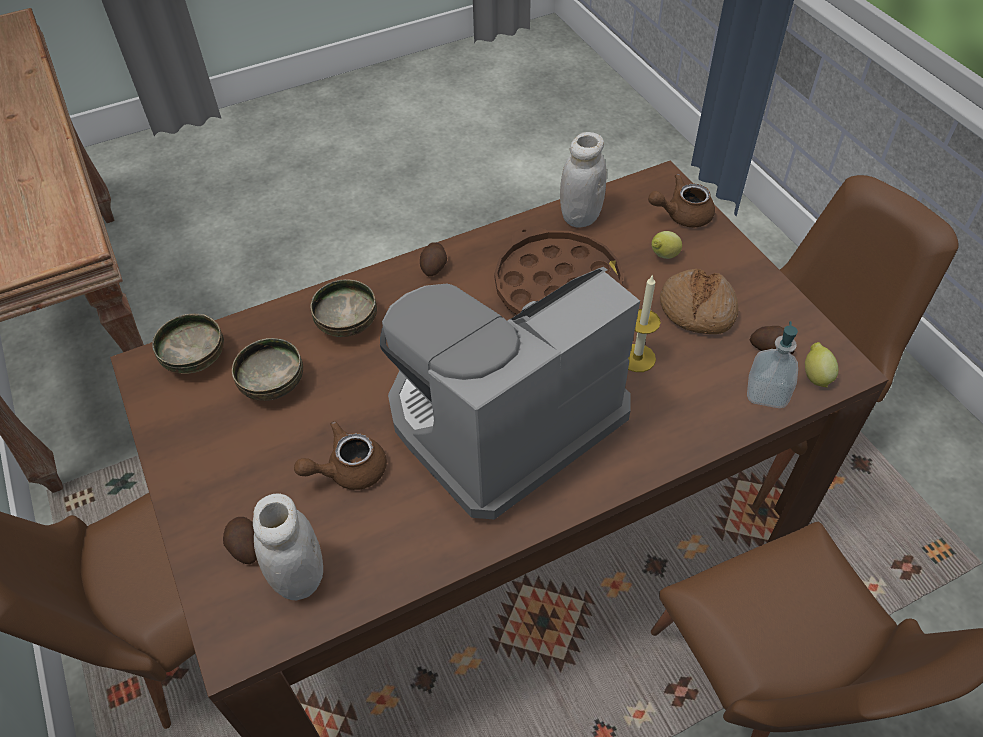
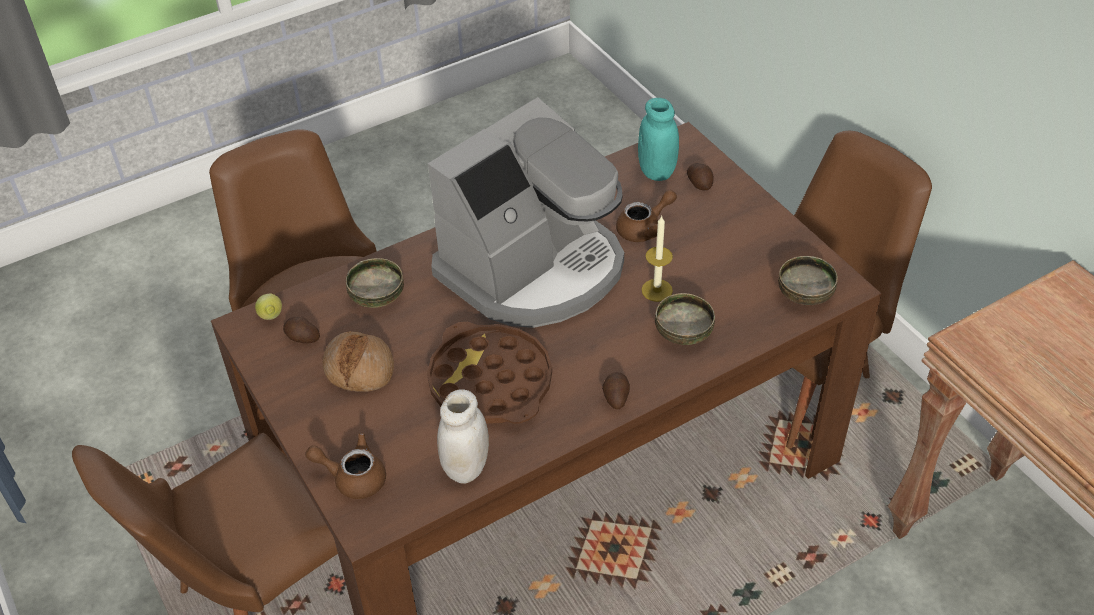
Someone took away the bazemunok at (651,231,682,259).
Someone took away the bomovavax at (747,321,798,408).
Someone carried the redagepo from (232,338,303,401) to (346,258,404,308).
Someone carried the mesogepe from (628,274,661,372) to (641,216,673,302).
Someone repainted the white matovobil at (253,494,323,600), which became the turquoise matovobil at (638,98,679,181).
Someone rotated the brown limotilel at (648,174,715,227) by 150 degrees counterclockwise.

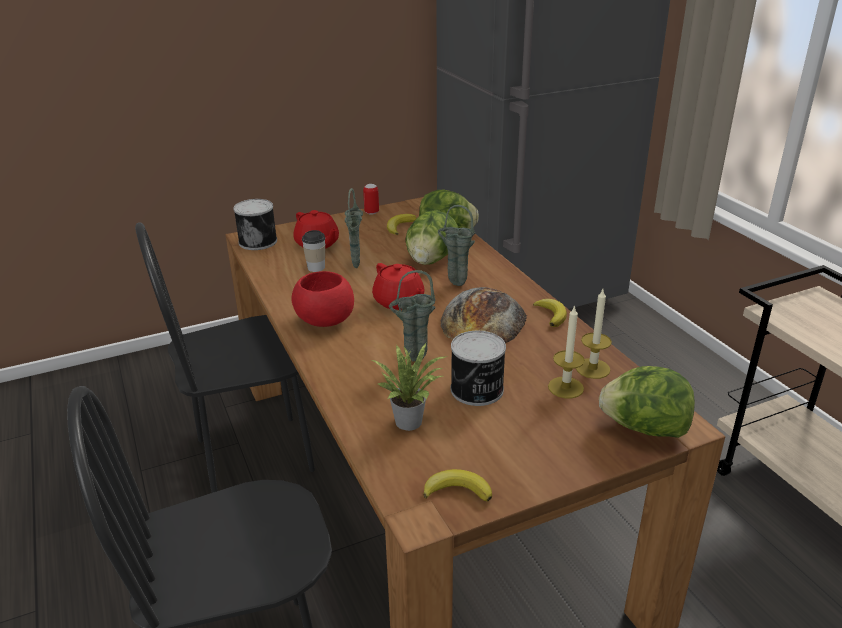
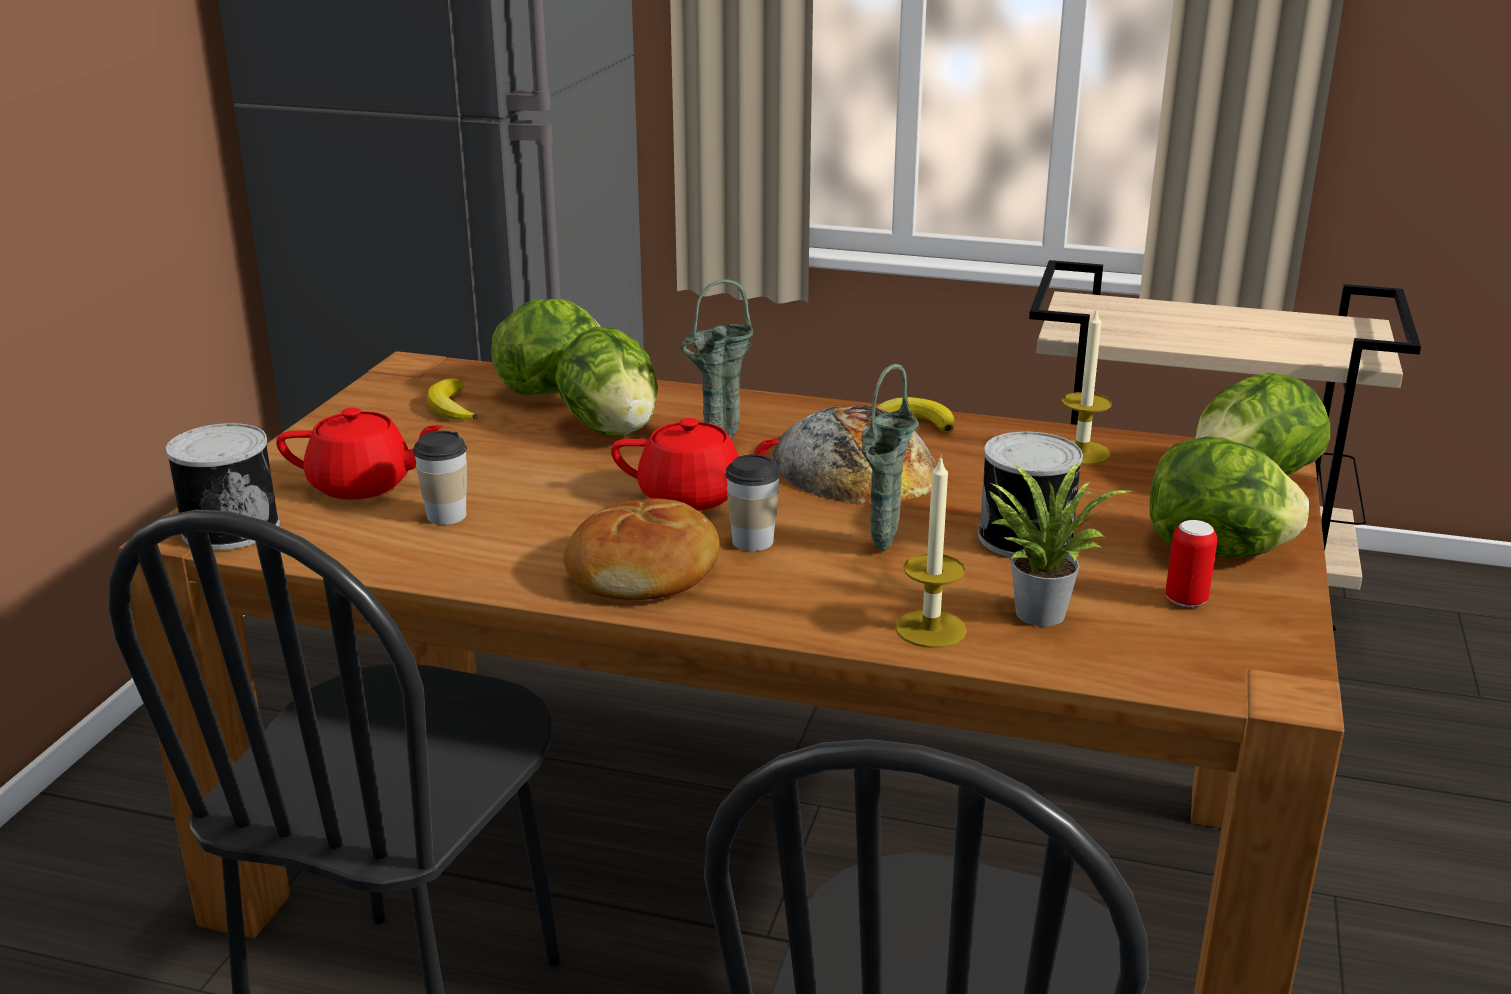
Someone took away the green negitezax at (345,188,363,268).
Someone took away the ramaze at (423,469,492,502).
Someone put down the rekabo at (725,454,781,551).
Someone put down the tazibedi at (1150,436,1309,558).
Someone carried the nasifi from (363,184,379,214) to (1166,520,1217,607).
Someone carried the mesogepe from (548,305,585,398) to (895,455,967,648).
Someone swapped the red redagepo at (291,271,354,327) for the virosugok at (564,498,720,600).

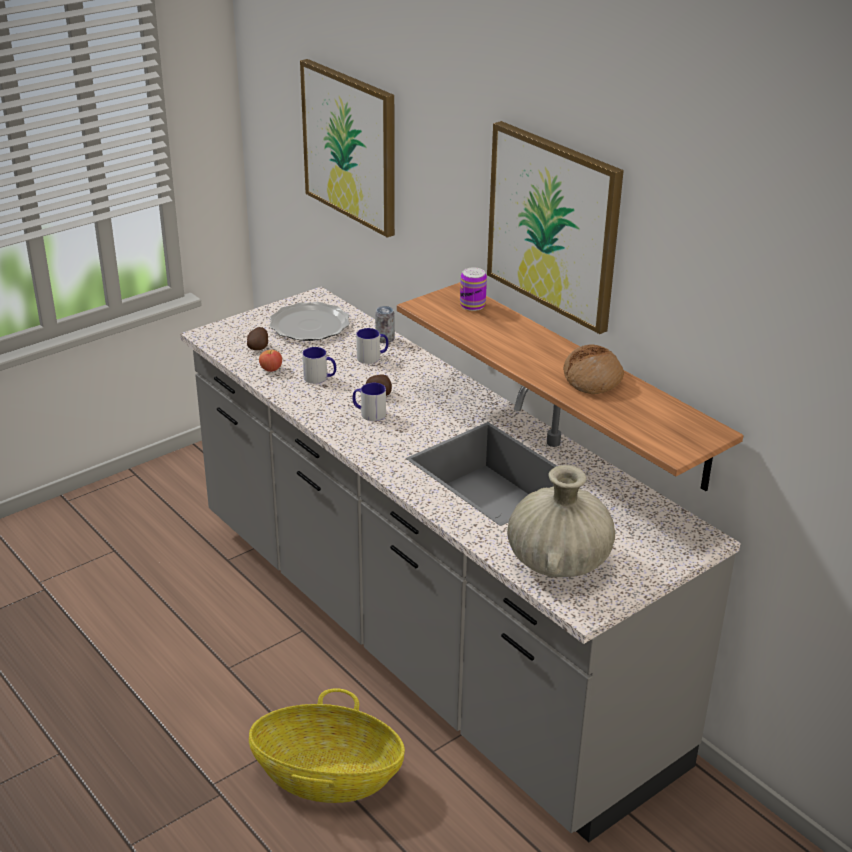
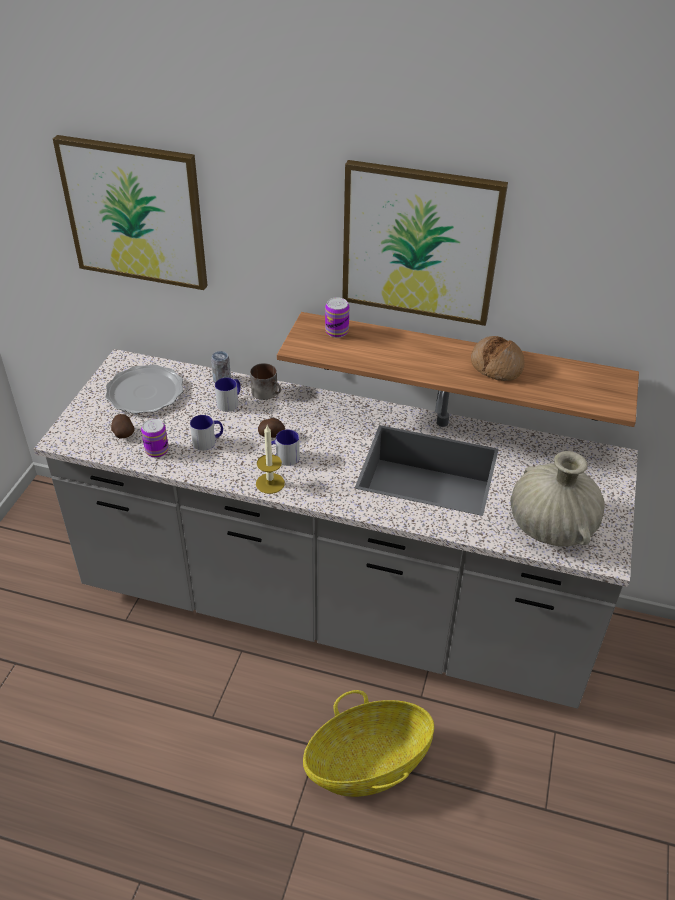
Someone put down the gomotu at (250,363,281,400).
Someone put down the mesogepe at (256,425,285,494).
Someone swapped the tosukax at (259,350,282,372) for the nasifi at (141,419,169,458).

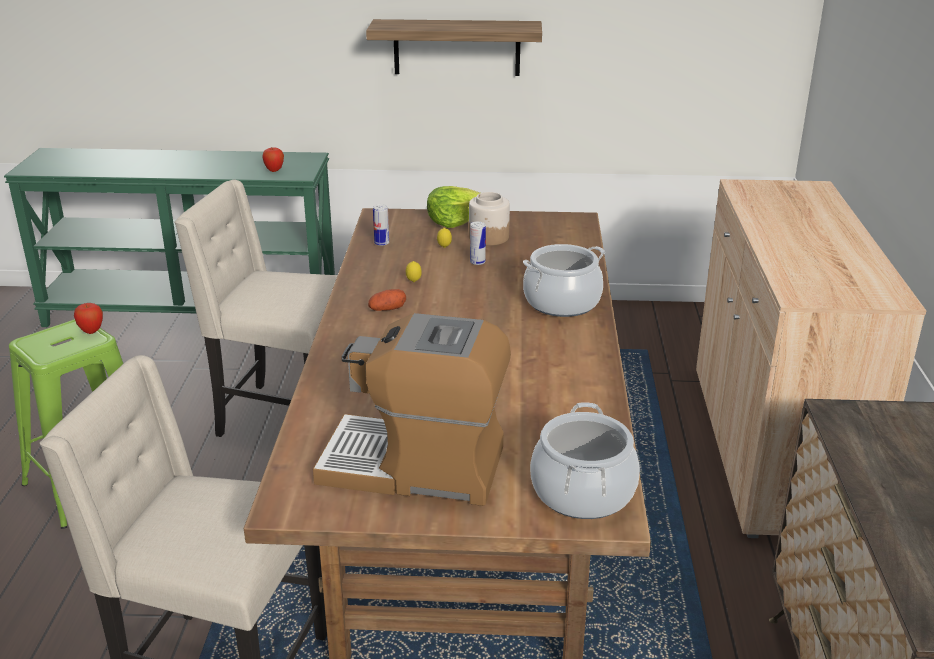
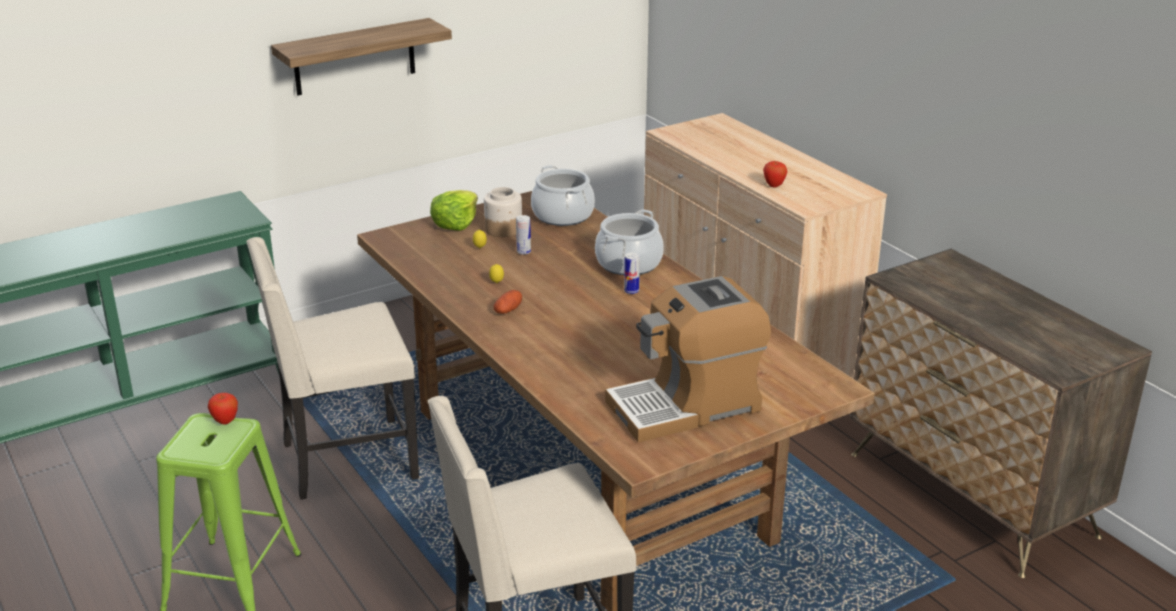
Someone carried the tosukax from (262,148,284,172) to (763,161,787,188).
Someone carried the nasifi from (373,204,389,246) to (624,252,640,294).
Someone carried the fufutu from (530,402,640,519) to (531,165,595,226).

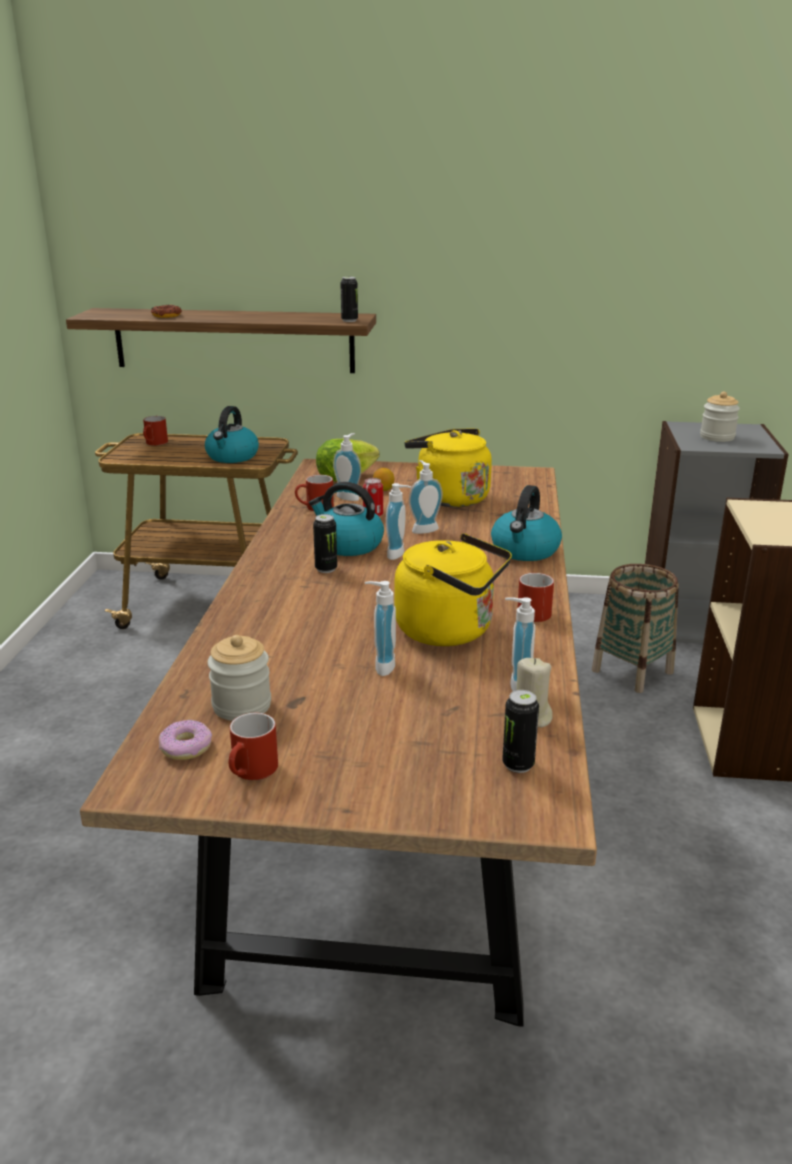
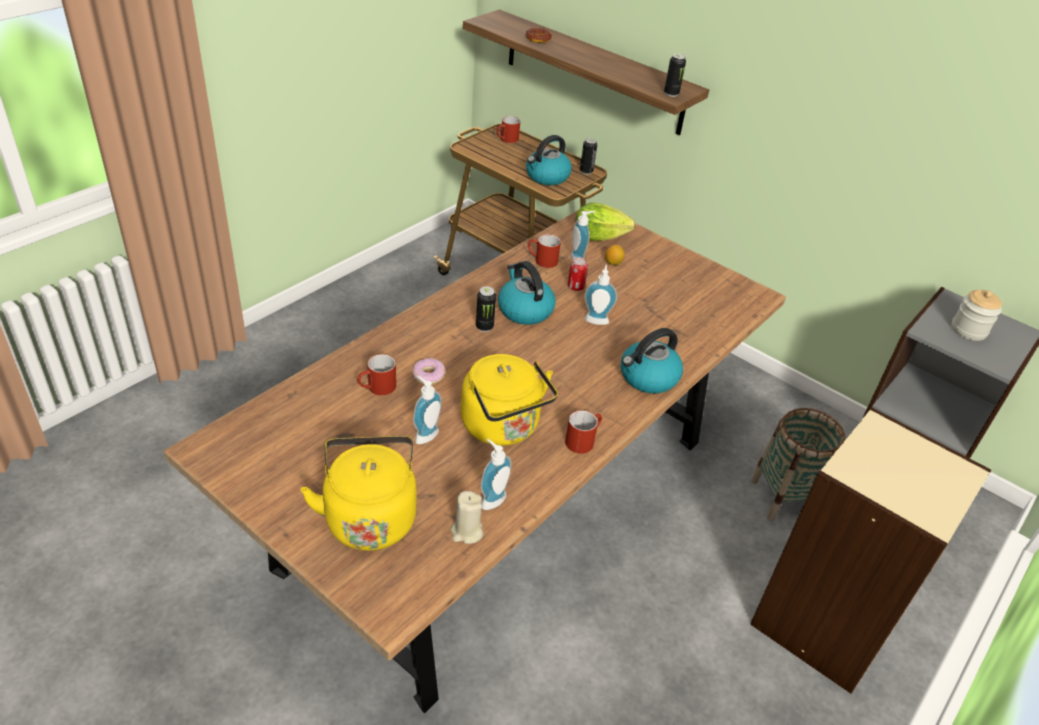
Someone took away the matovobil at (208,635,271,721).
Someone took away the bomovavax at (386,483,411,560).
Someone carried the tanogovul from (159,720,212,760) to (412,358,445,384).
Someone carried the red gomotu from (228,713,278,780) to (357,354,396,396).
Someone carried the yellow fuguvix from (405,429,492,507) to (301,436,416,551).
Someone carried the nasifi from (502,690,539,773) to (580,138,597,175).

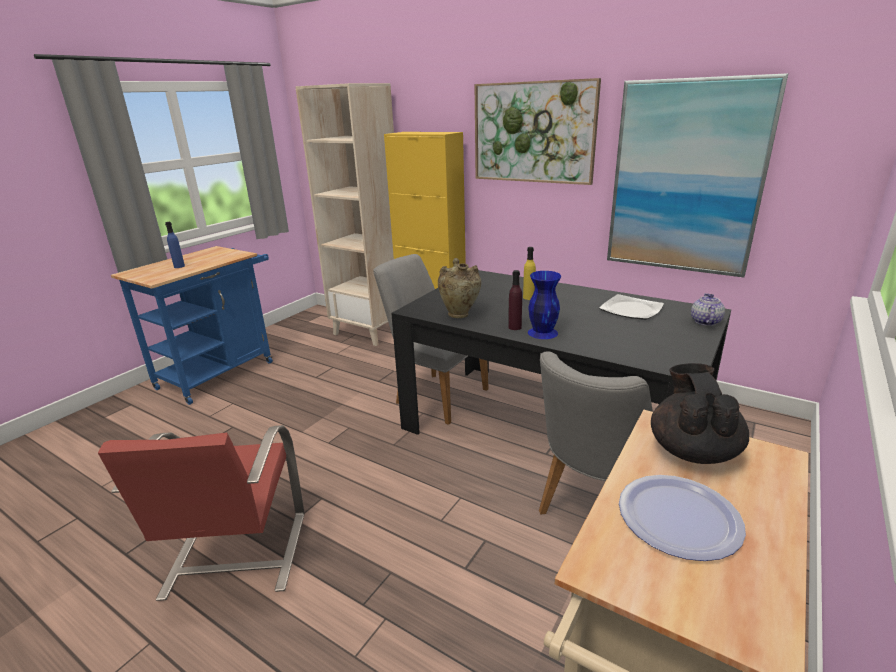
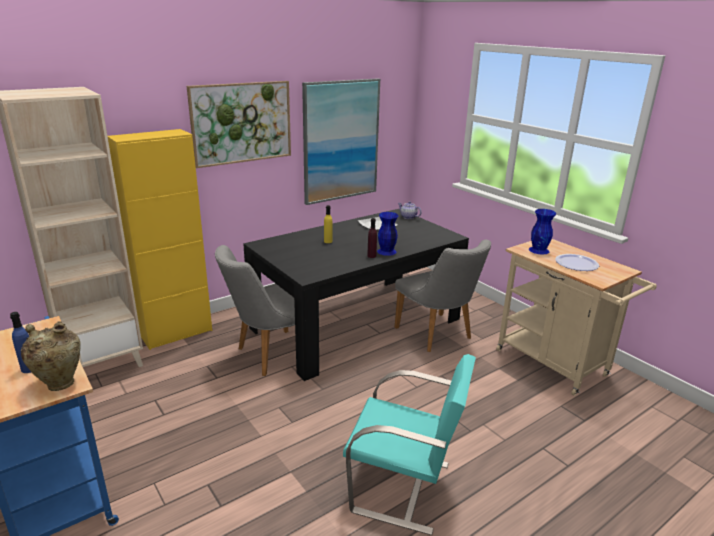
Someone carried the beige negitezax from (438,258,481,318) to (21,321,81,391).
Someone swapped the black limotilel at (651,363,749,464) for the blue negitezax at (529,209,556,254).
Someone repainted the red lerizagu at (98,425,304,601), which became the turquoise lerizagu at (343,354,476,536).

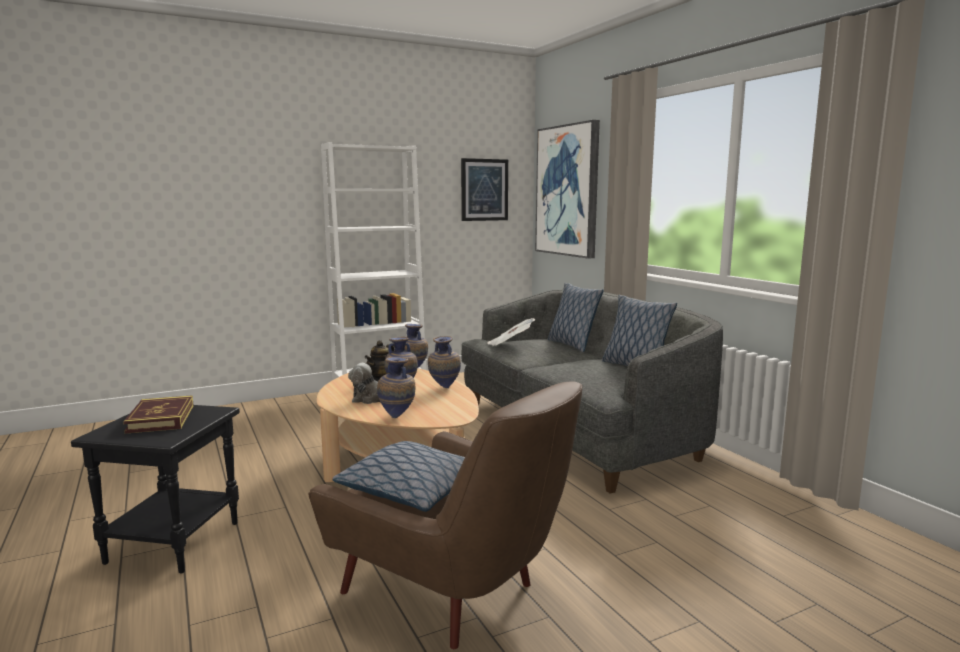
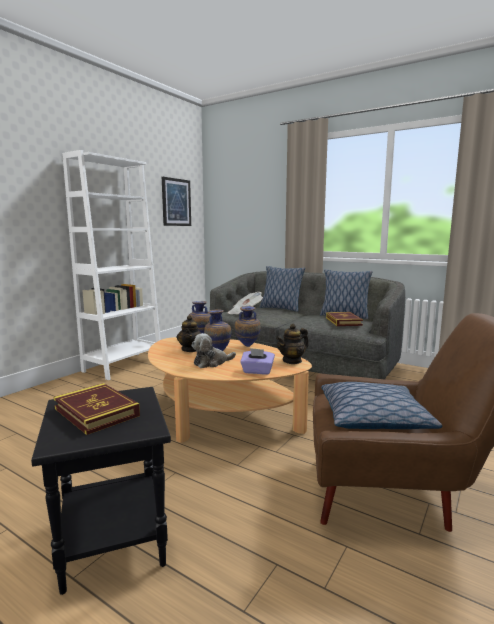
Someone took away the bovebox at (535,120,600,259).
Someone put down the limotilel at (276,324,309,364).
Someone put down the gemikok at (326,312,363,326).
Someone swapped the negitezax at (377,357,415,418) for the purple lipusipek at (240,348,275,375).

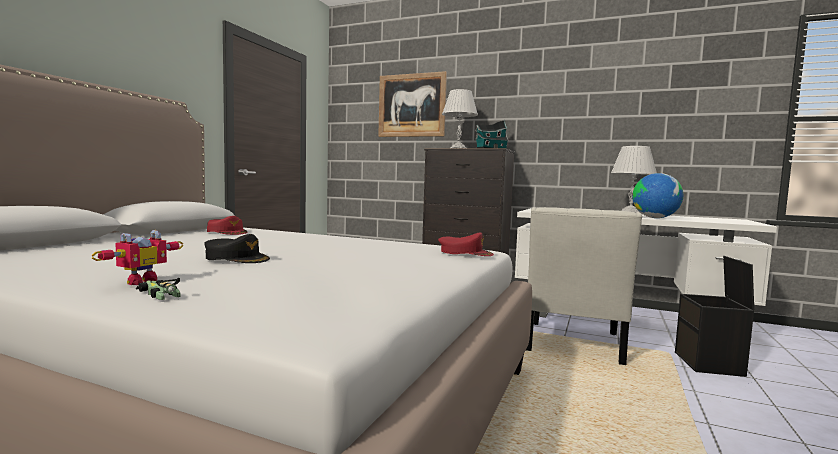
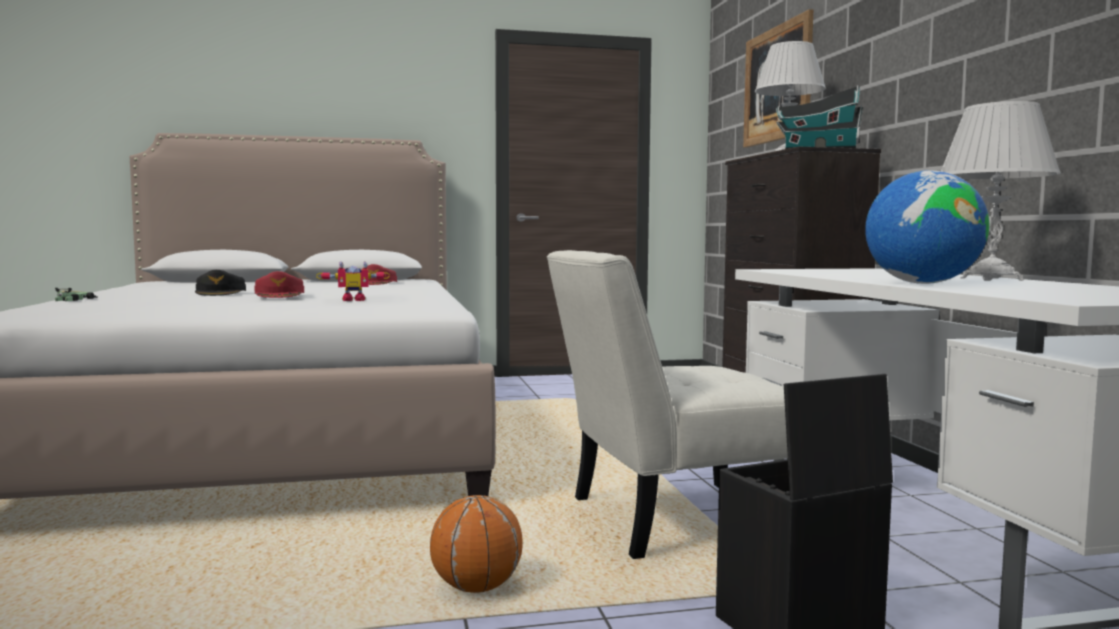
Someone put down the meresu at (430,495,523,593).
Someone carried the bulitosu from (91,230,183,285) to (316,262,390,301).
Someone carried the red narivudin from (438,233,494,256) to (254,271,304,298).

